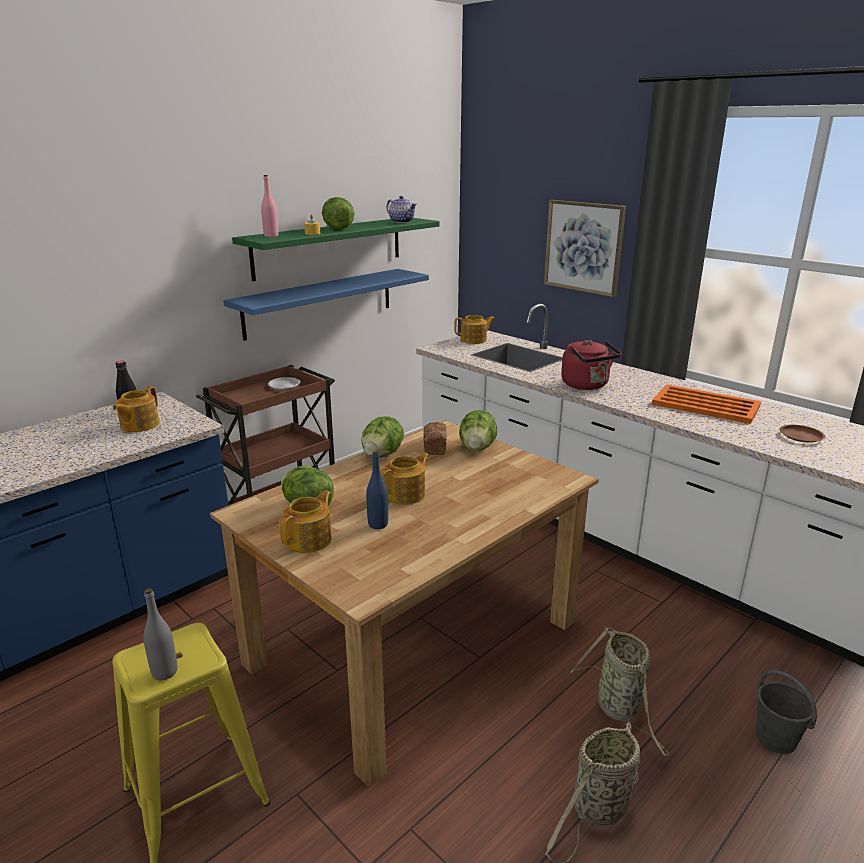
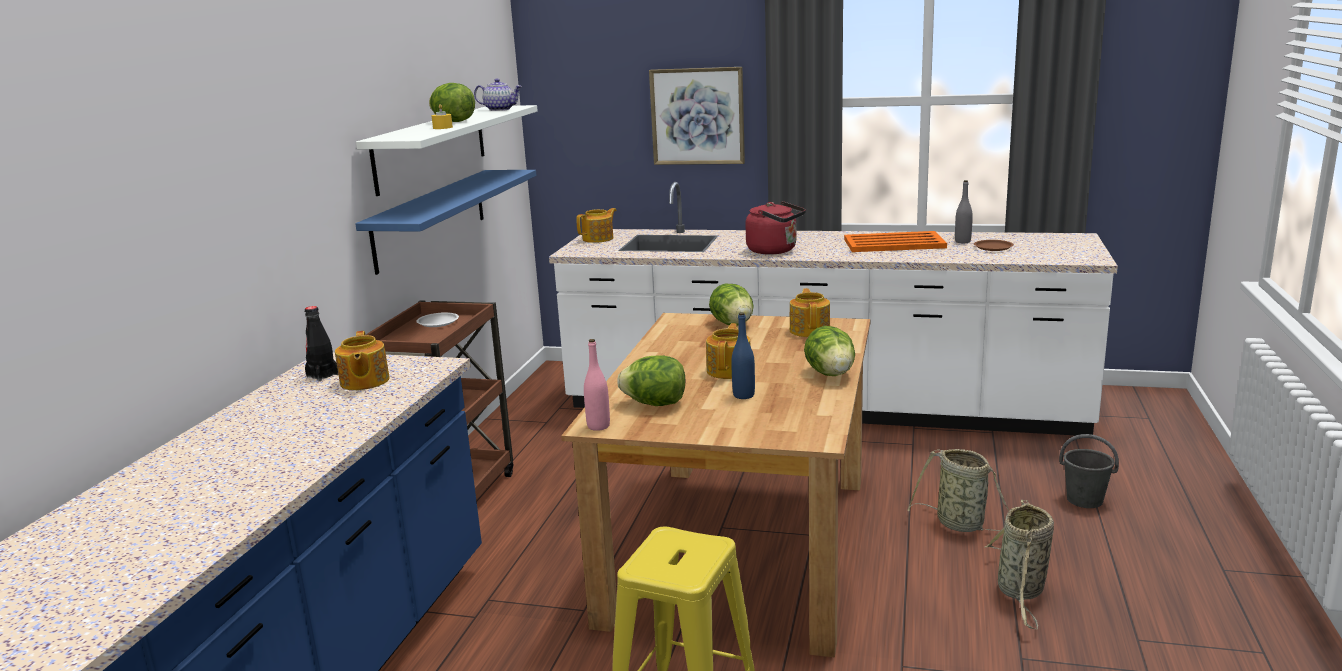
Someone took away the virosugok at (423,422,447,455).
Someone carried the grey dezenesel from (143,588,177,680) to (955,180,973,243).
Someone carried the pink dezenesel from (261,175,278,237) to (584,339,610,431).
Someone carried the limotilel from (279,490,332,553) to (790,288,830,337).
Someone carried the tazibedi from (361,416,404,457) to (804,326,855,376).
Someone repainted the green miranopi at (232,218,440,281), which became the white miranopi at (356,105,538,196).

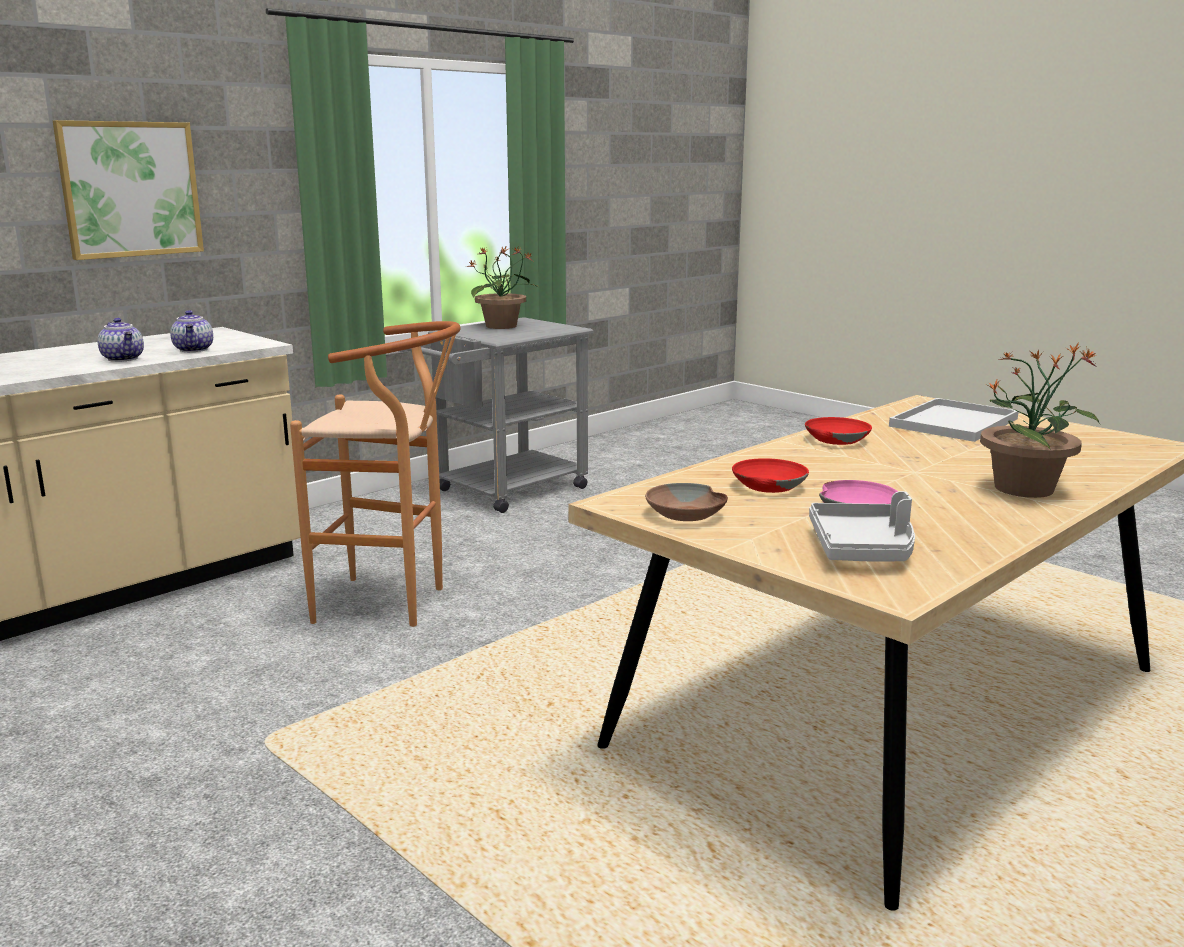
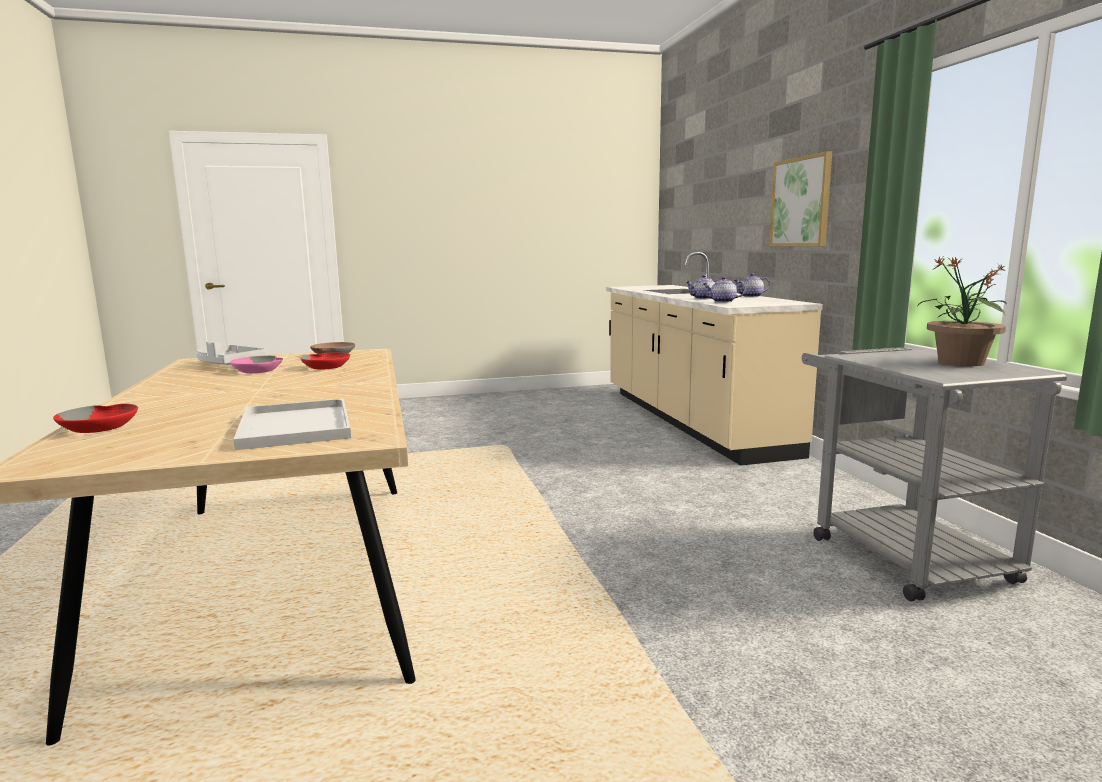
Someone took away the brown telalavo at (290,321,461,627).
Someone took away the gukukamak at (980,343,1100,498).
Someone put down the limotilel at (734,273,770,297).
Someone carried the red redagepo from (805,417,872,445) to (53,404,138,433).

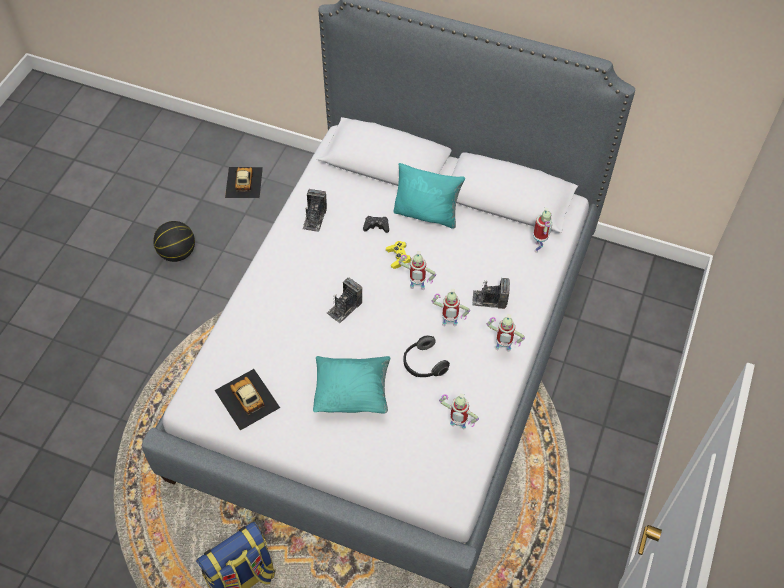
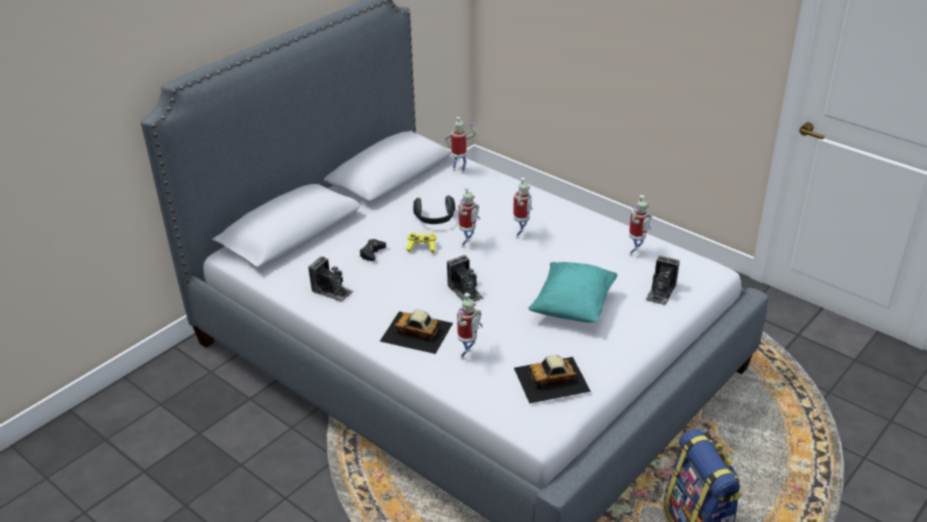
Someone took away the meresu at (153,221,195,262).
Someone took away the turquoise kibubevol at (393,163,465,229).
Someone carried the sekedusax from (225,167,263,198) to (380,310,453,354).
Someone carried the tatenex from (403,335,450,377) to (413,195,455,224).
Someone carried the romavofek from (472,278,510,309) to (645,256,680,305).
Someone carried the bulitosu from (487,314,525,352) to (457,293,483,360).

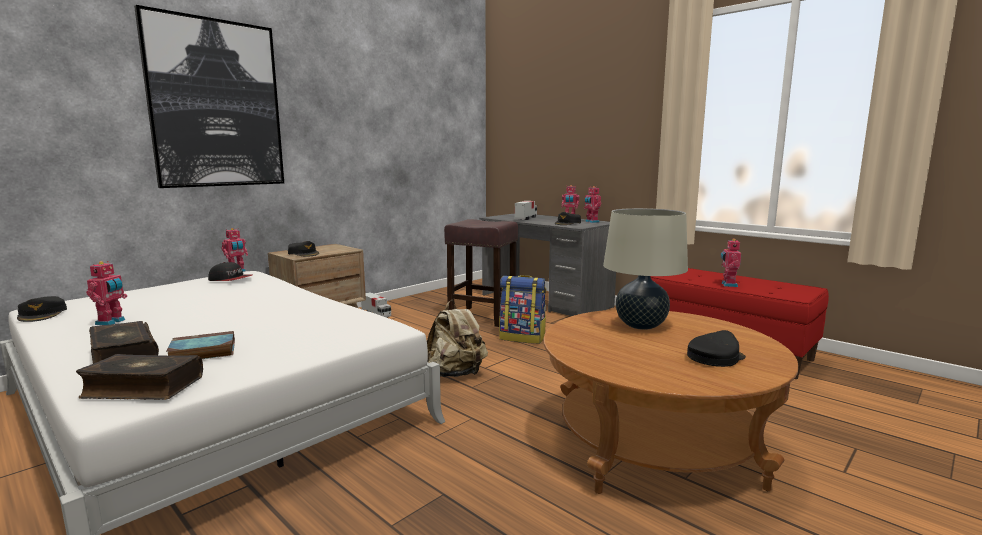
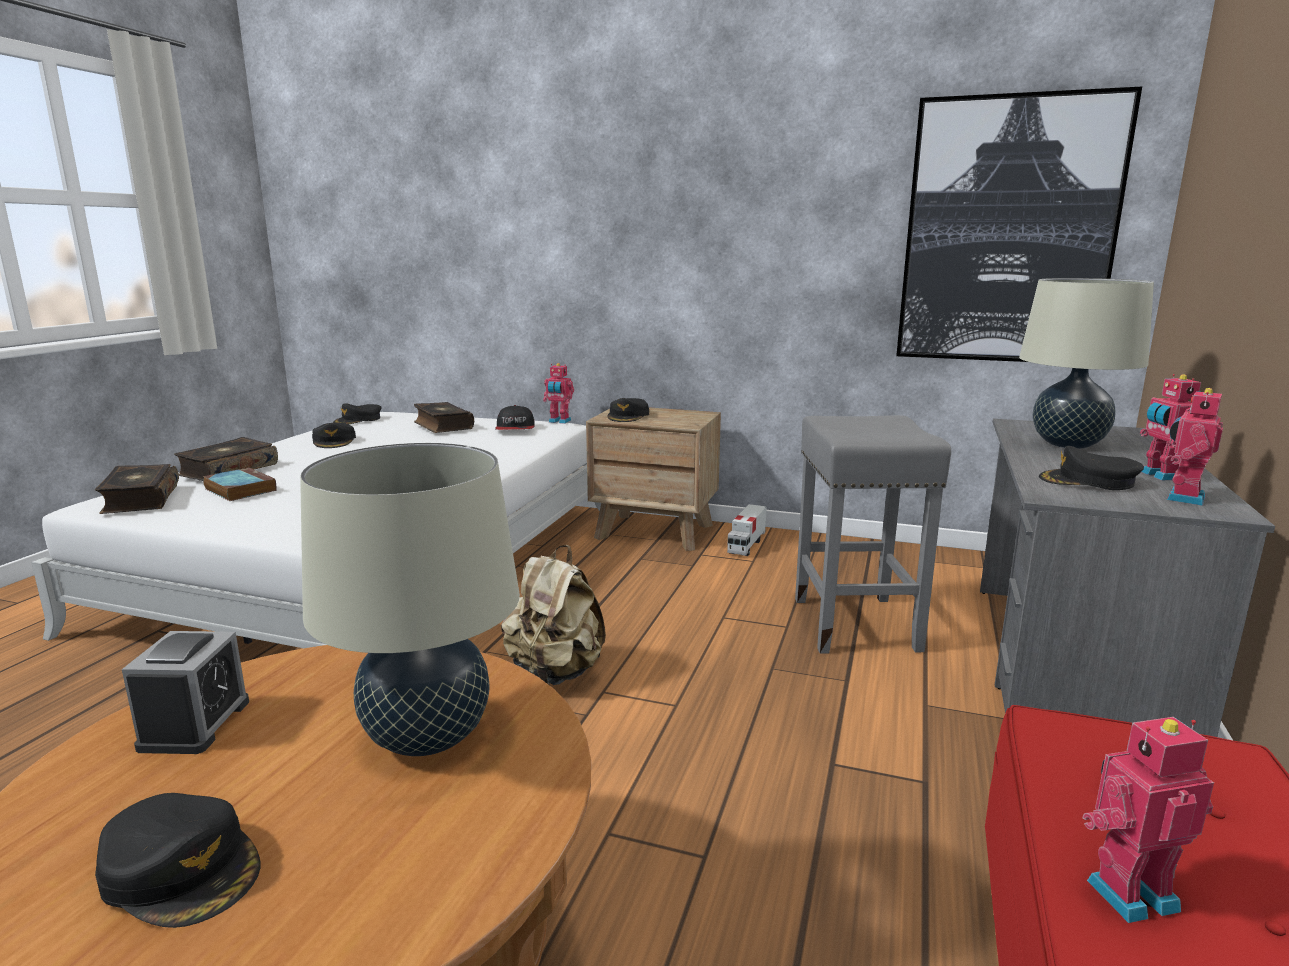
Someone took away the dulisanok at (499,275,546,344).
Someone put down the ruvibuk at (122,631,249,754).
Someone put down the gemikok at (414,402,474,433).
Someone carried the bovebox from (134,5,284,188) to (896,87,1142,362).
Someone swapped the bulitosu at (86,261,127,325) for the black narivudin at (312,422,356,448).
Someone swapped the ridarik at (515,201,537,220) for the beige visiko at (1019,278,1154,449).
Someone repainted the brown telalavo at (444,219,518,327), which became the grey telalavo at (795,415,951,654).

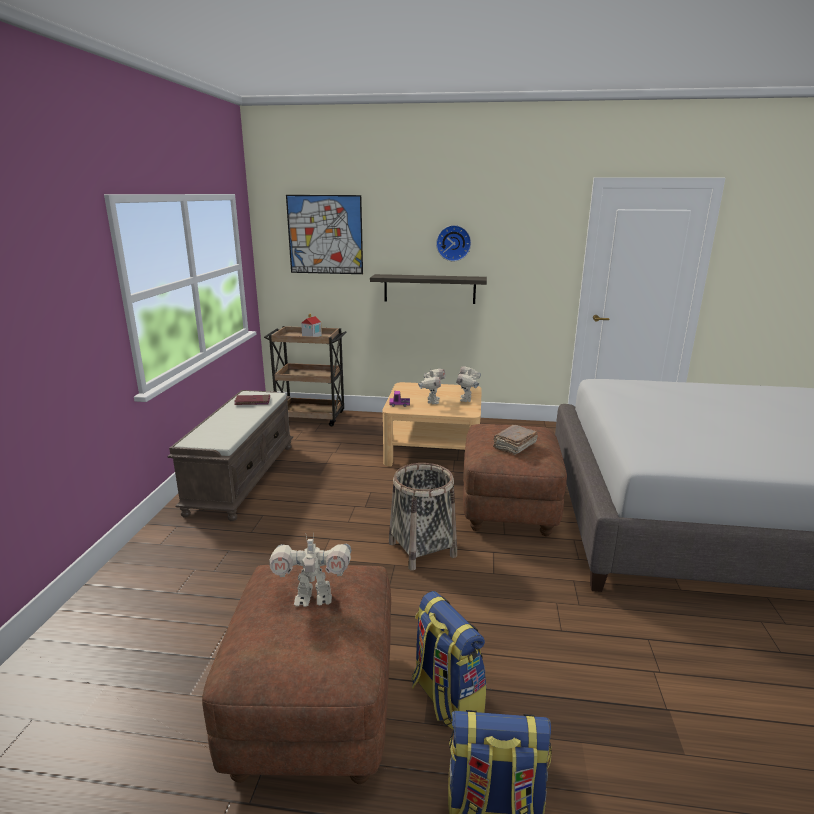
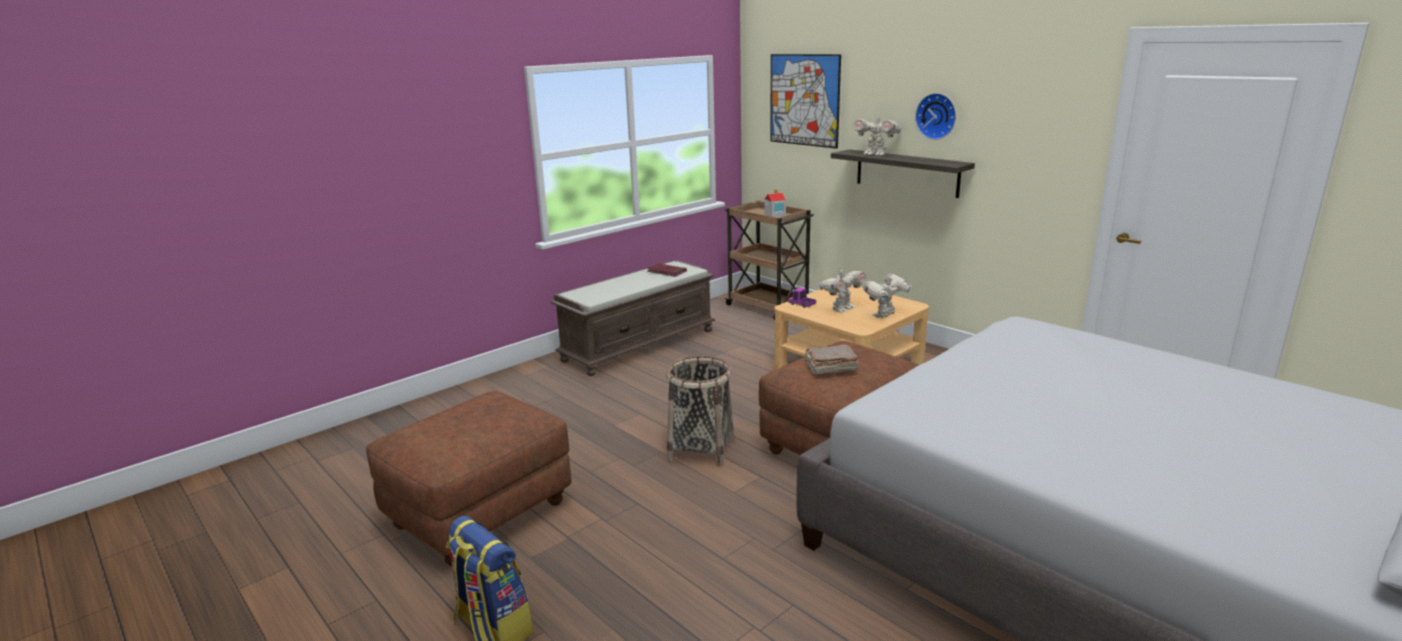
Someone took away the dulisanok at (411,591,486,730).
Someone carried the bulitosu from (269,533,351,607) to (854,114,901,155).

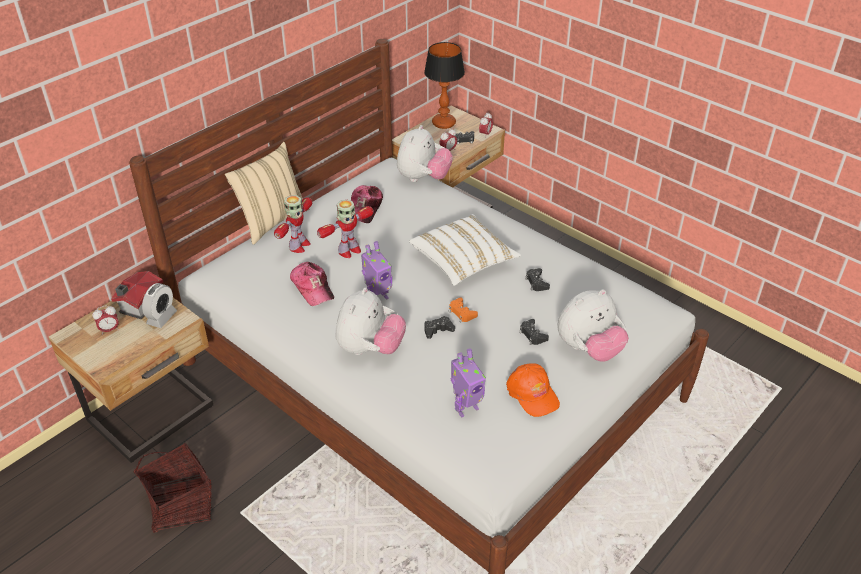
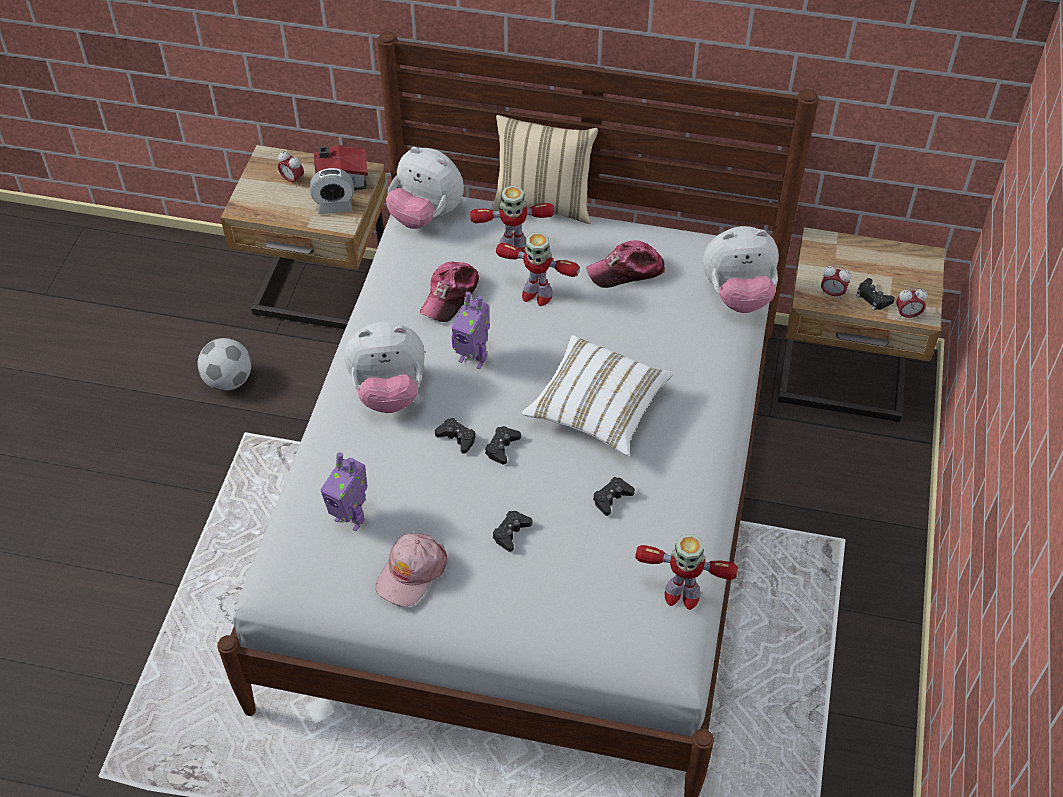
Someone took away the visiko at (424,42,465,129).
Someone put down the bulitosu at (635,534,738,610).
Someone carried the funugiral from (558,289,629,362) to (386,147,464,229).
Someone swapped the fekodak at (133,442,212,533) for the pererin at (197,338,252,391).
Someone repainted the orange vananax at (449,298,478,322), which became the black vananax at (485,426,521,465).
Someone repainted the orange narivudin at (506,363,560,417), which became the pink narivudin at (375,533,447,607).

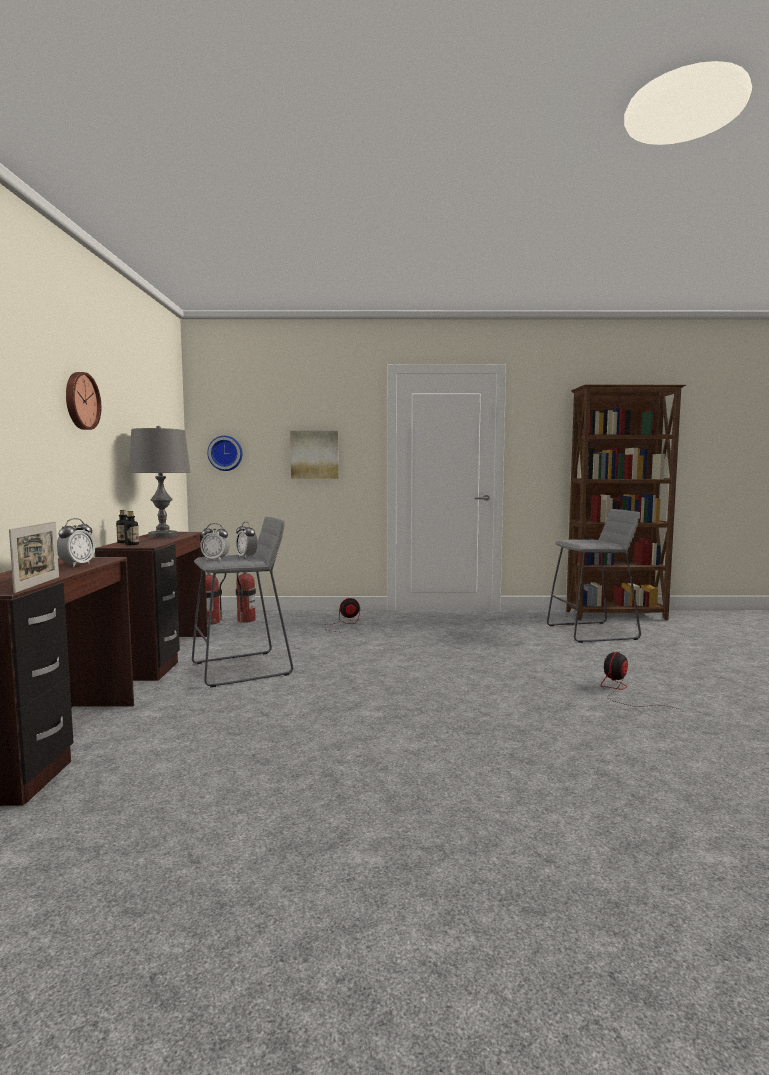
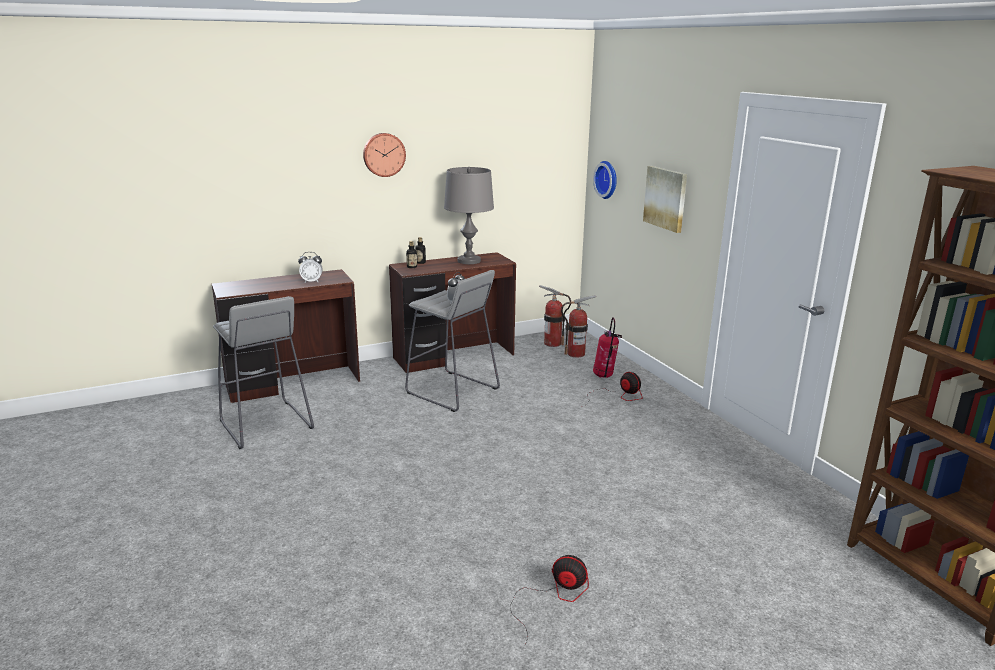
Someone took away the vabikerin at (9,522,59,593).
Someone took away the ruvibuk at (200,523,230,561).
Someone put down the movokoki at (593,317,622,378).
Someone carried the grey telalavo from (547,509,641,643) to (213,296,314,449).

